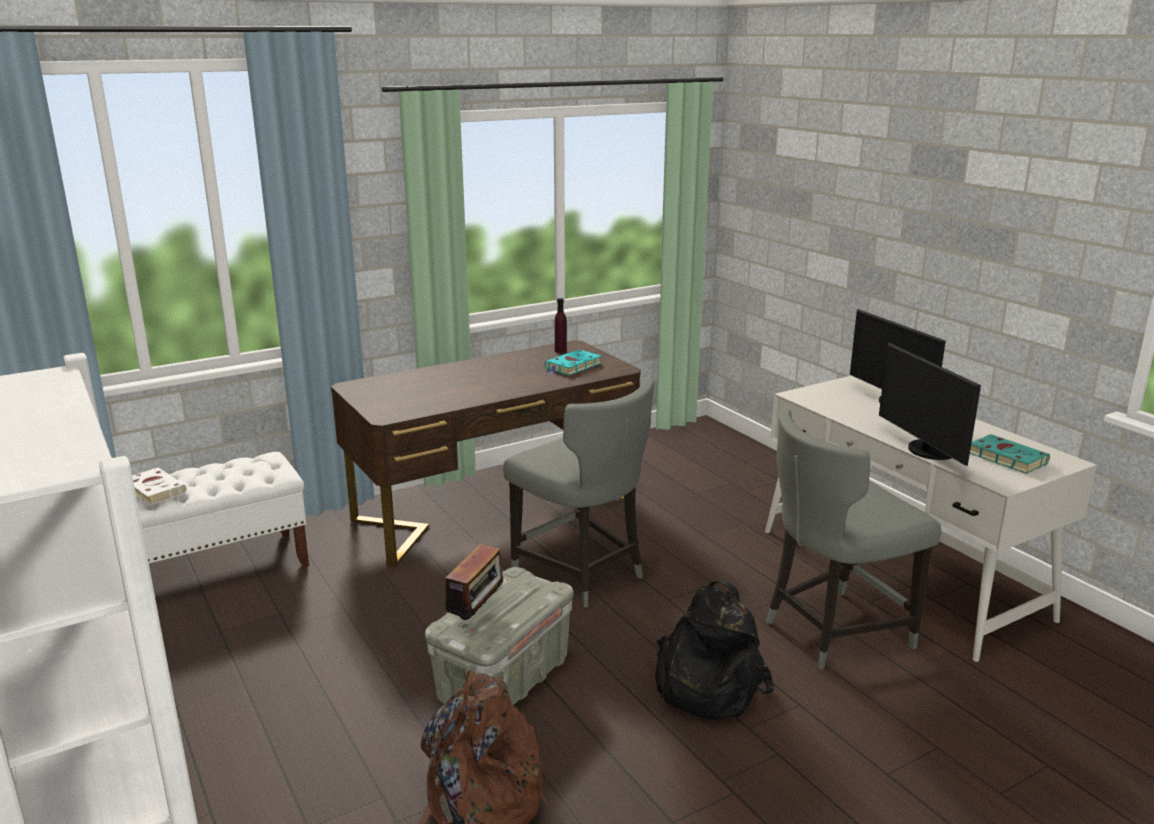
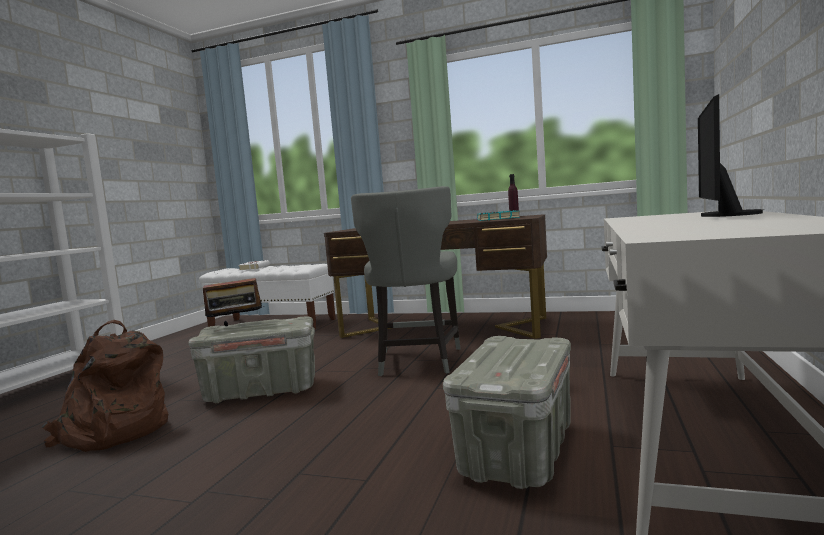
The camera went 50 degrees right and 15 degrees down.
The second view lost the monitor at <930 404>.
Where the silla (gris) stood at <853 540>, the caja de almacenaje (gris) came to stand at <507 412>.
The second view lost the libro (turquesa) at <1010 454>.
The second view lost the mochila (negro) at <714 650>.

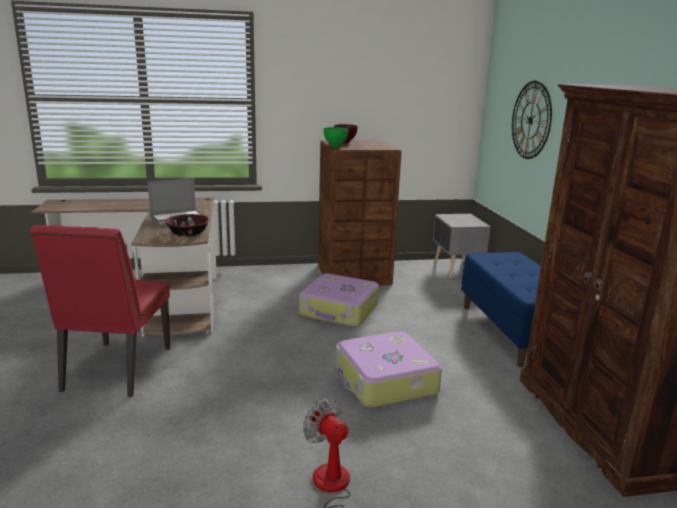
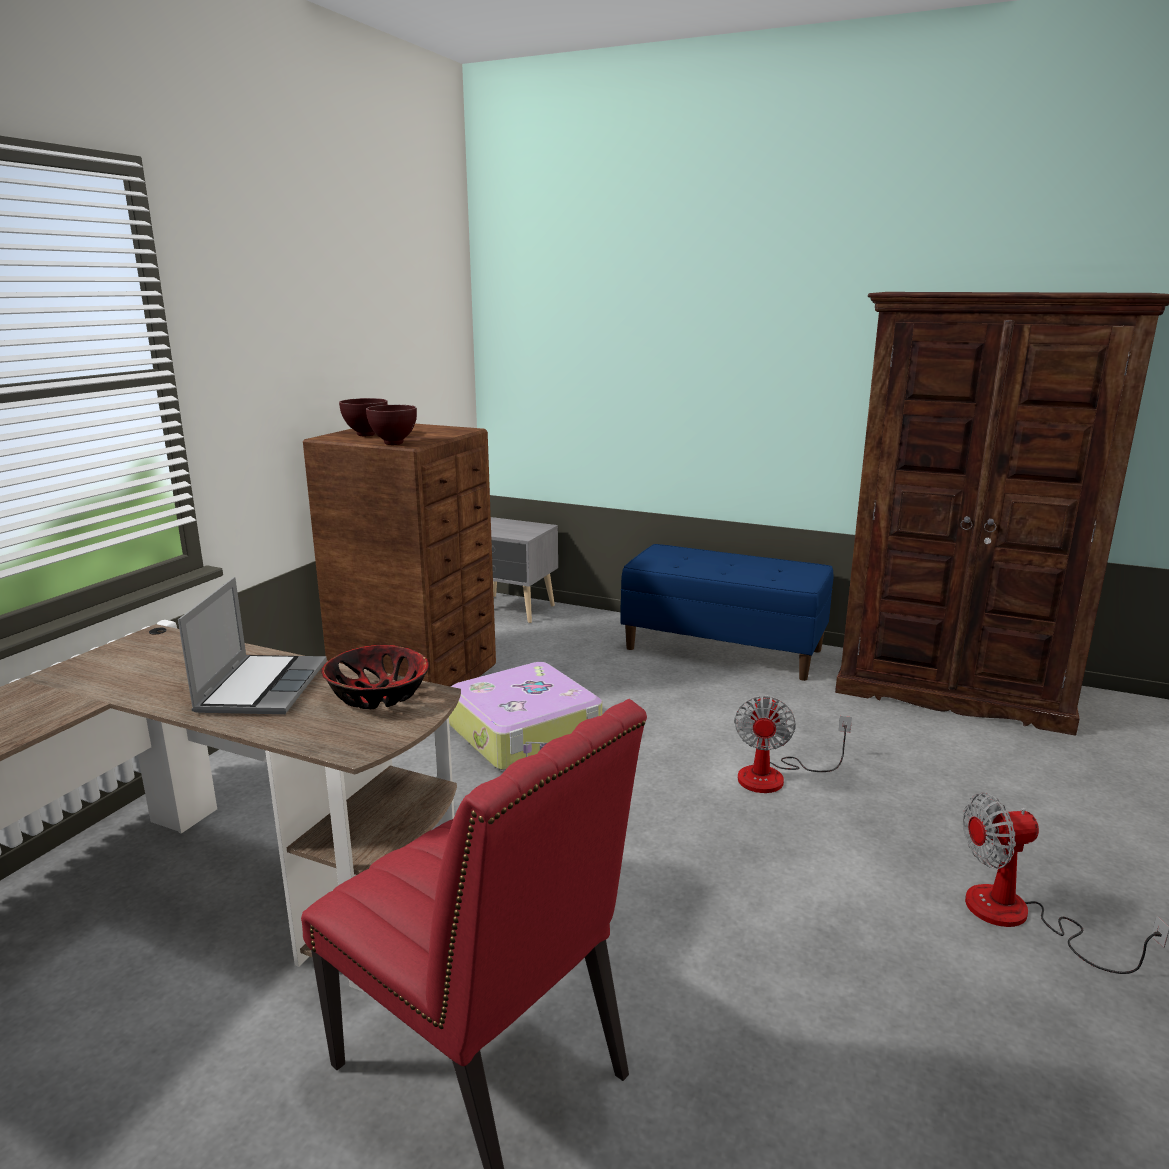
The camera went 55 degrees left and 0 degrees up.
The second view lost the reloj de pared at <532 120>.
What was the cuenco (verde) at <336 137> turned into the cuenco (marrón) at <391 425>.
Where the maleta stood at <389 370>, the ventilador came to stand at <793 744>.

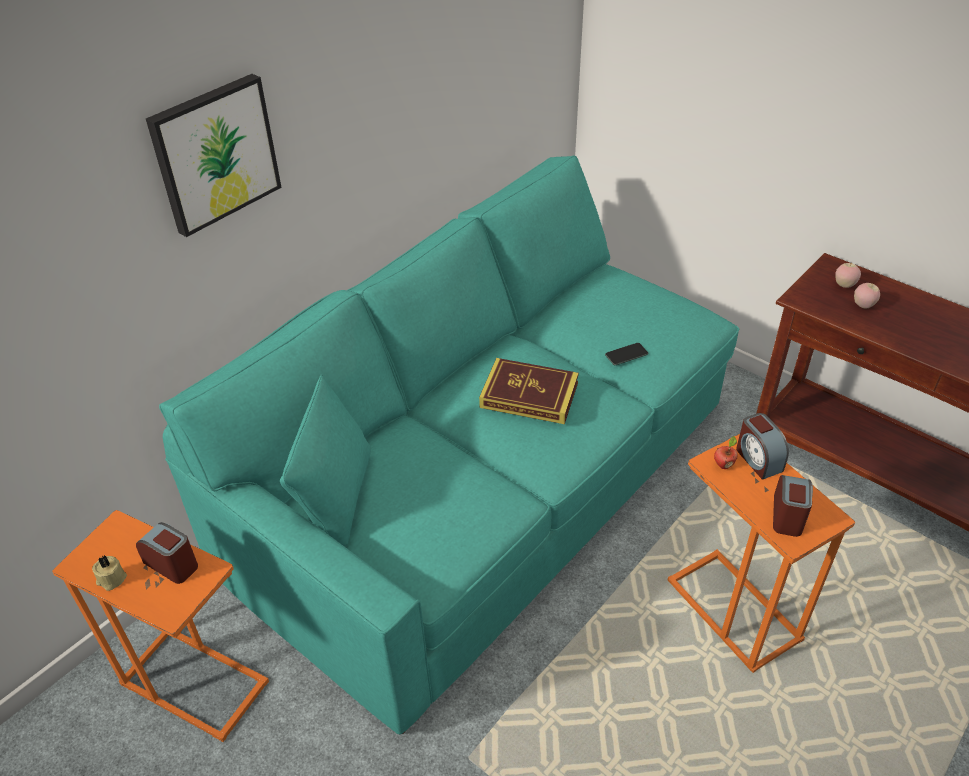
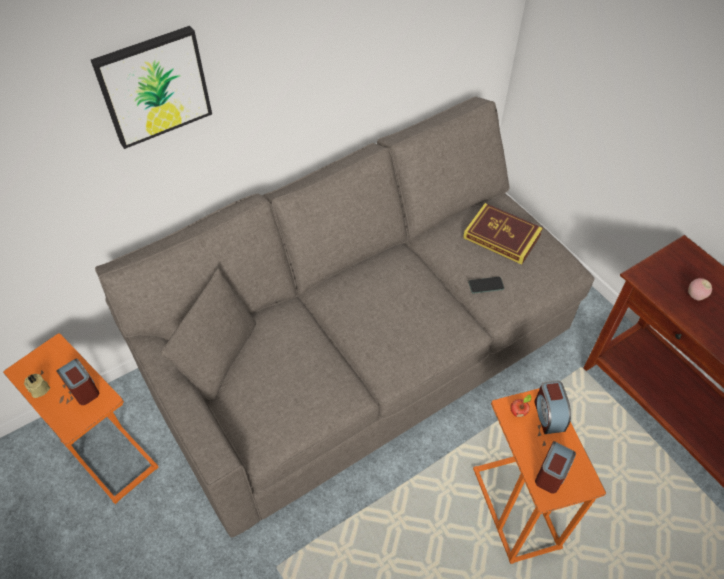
The camera went 15 degrees right and 10 degrees up.
What was the sofá (turquesa) at <449 444> turned into the sofá (gris) at <345 317>.
The second view lost the manzana at <848 275>.
The libro ended up elsewhere, having gone from <529 391> to <503 234>.

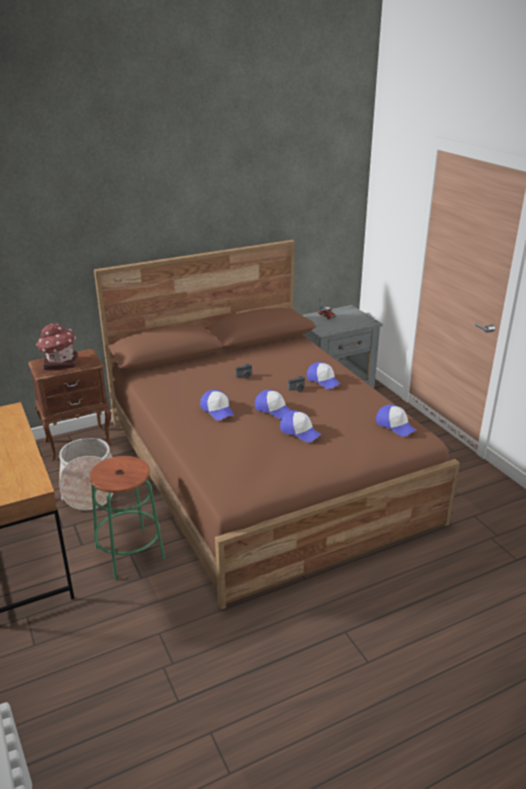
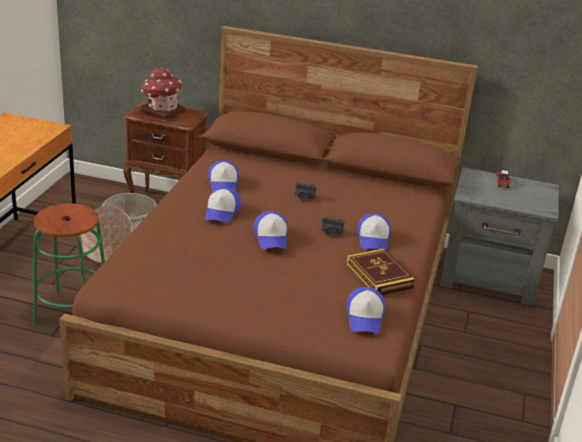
The camera went 40 degrees right and 0 degrees up.
The gorra ended up elsewhere, having gone from <301 426> to <223 176>.
The second view gained the libro at <381 272>.

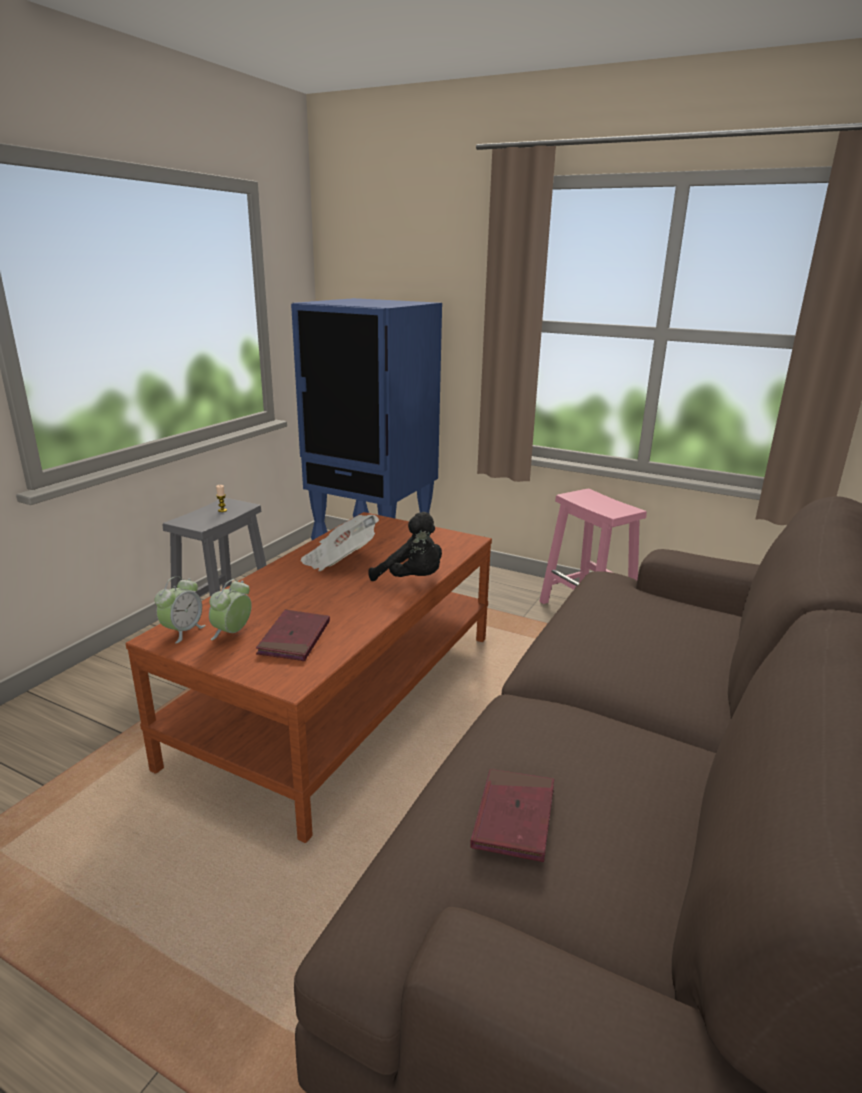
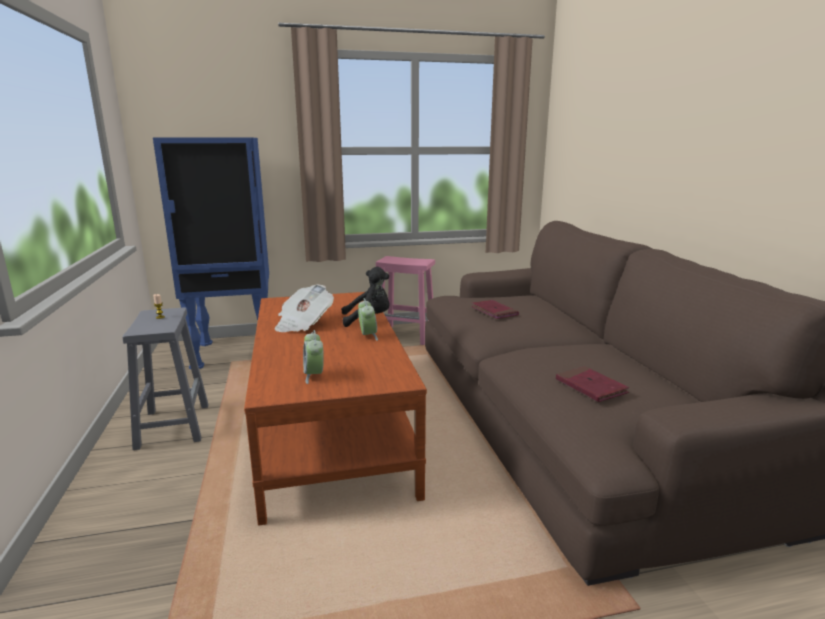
The camera went 40 degrees left and 5 degrees down.
The despertador ended up elsewhere, having gone from <180 609> to <368 319>.
The libro (rojo) ended up elsewhere, having gone from <293 635> to <495 309>.

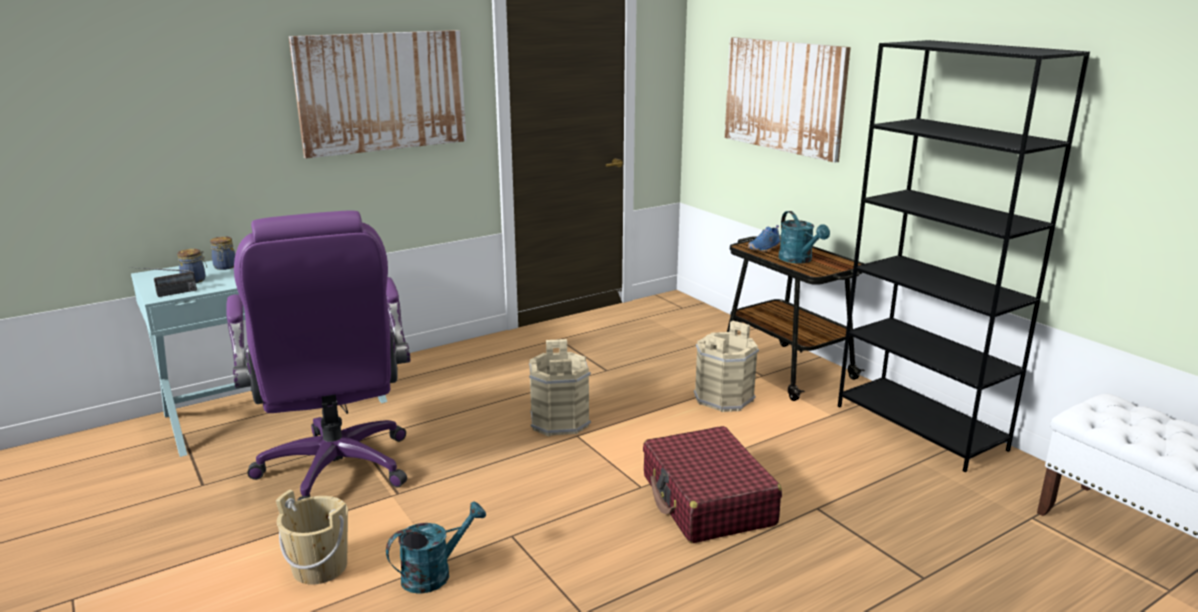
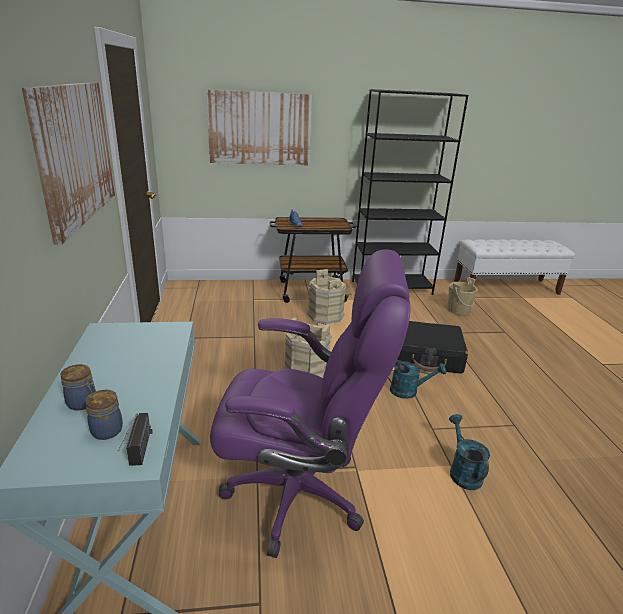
The camera went 65 degrees left and 5 degrees up.
The regadera (turquesa) ended up elsewhere, having gone from <804 237> to <417 379>.
What was the maleta (rojo) at <712 484> turned into the maleta (negro) at <431 347>.
The cubo (beis) ended up elsewhere, having gone from <312 537> to <463 296>.

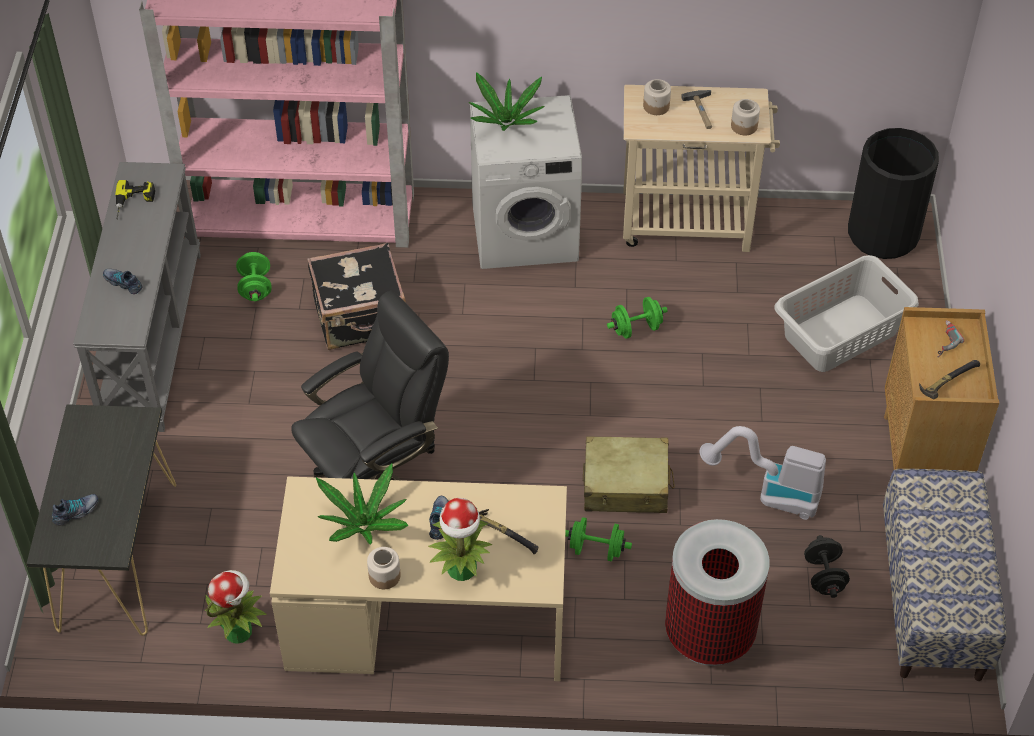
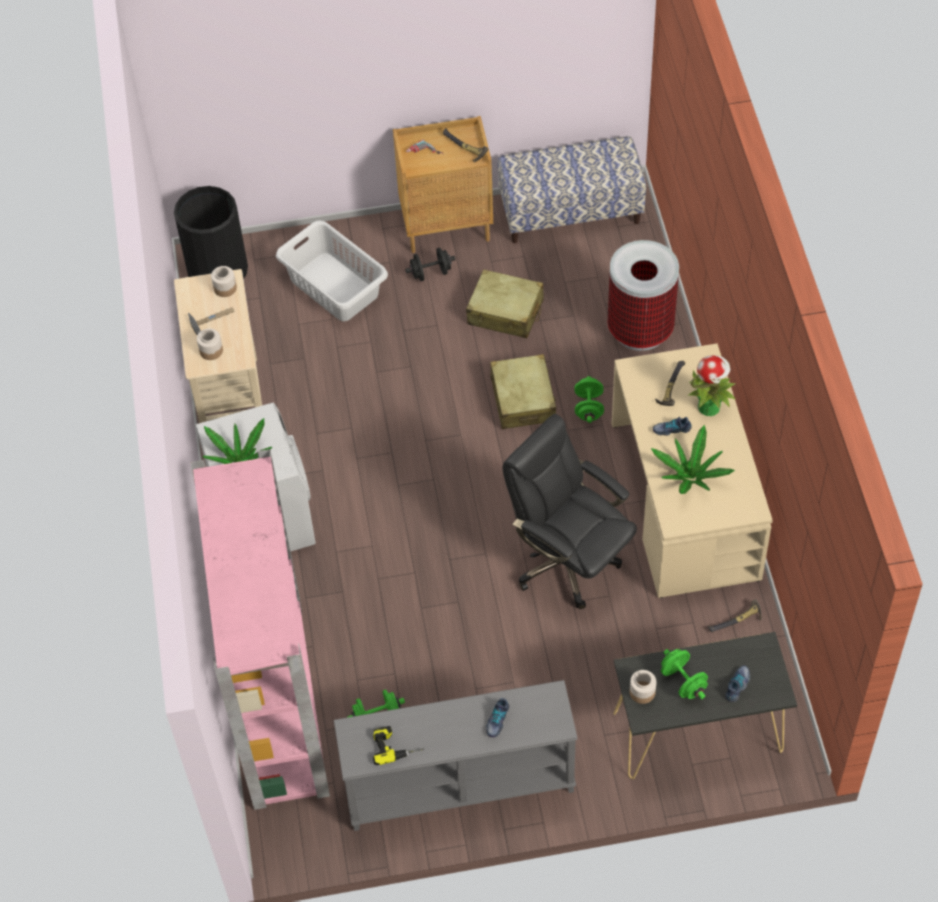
The camera went 100 degrees left and 5 degrees up.
The second view lost the maleta (negro) at <356 296>.
The mancuerna (verde) ended up elsewhere, having gone from <637 318> to <684 674>.
Where the aspiradora stood at <763 473>, the maleta (beis) came to stand at <505 303>.
The zapato at <75 509> ended up facing another way, 75 degrees clockwise from before.
The mancuerna (negro) ended up elsewhere, having gone from <827 566> to <430 264>.
The tarro ended up elsewhere, having gone from <384 568> to <643 687>.
Where the planta en maceta stood at <235 607>, the martillo came to stand at <734 615>.

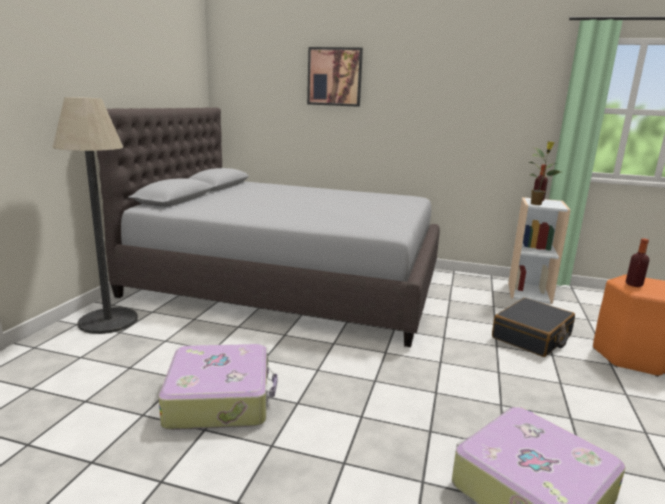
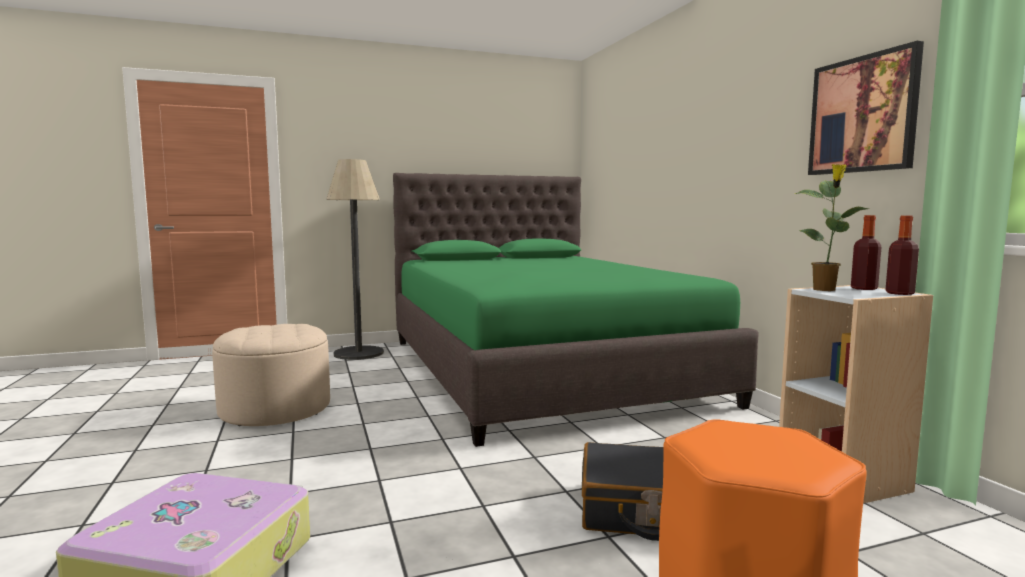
The camera went 55 degrees right and 10 degrees down.
The cuadro ended up elsewhere, having gone from <335 77> to <866 108>.
What was the cama (gris) at <268 227> turned into the cama (verde) at <576 310>.
The botella ended up elsewhere, having gone from <637 262> to <902 255>.
Where the maleta stood at <218 387>, the puf (beis) came to stand at <271 375>.

